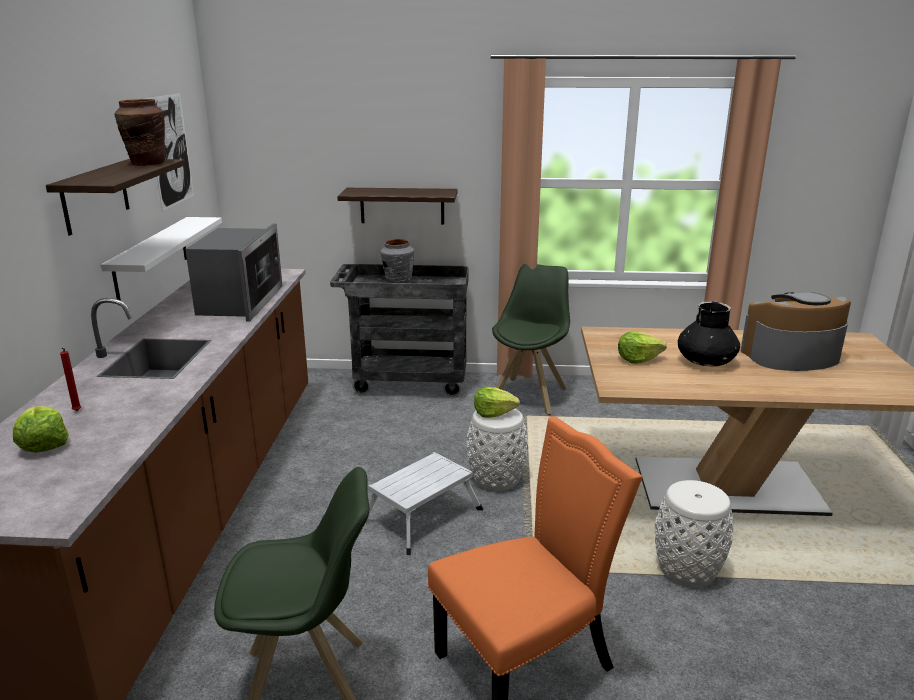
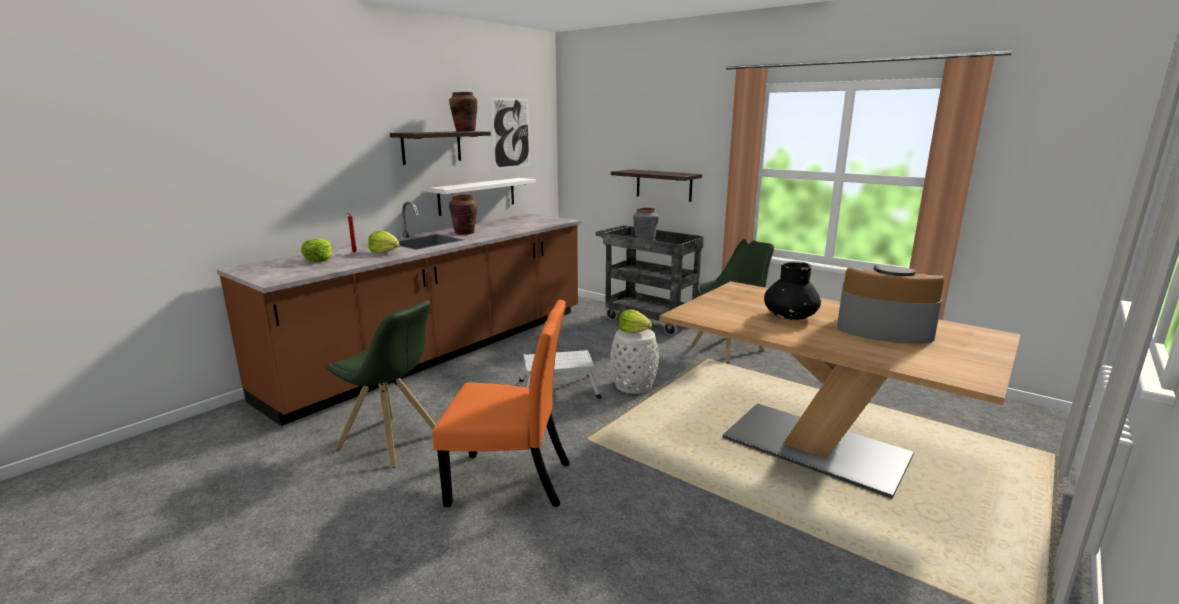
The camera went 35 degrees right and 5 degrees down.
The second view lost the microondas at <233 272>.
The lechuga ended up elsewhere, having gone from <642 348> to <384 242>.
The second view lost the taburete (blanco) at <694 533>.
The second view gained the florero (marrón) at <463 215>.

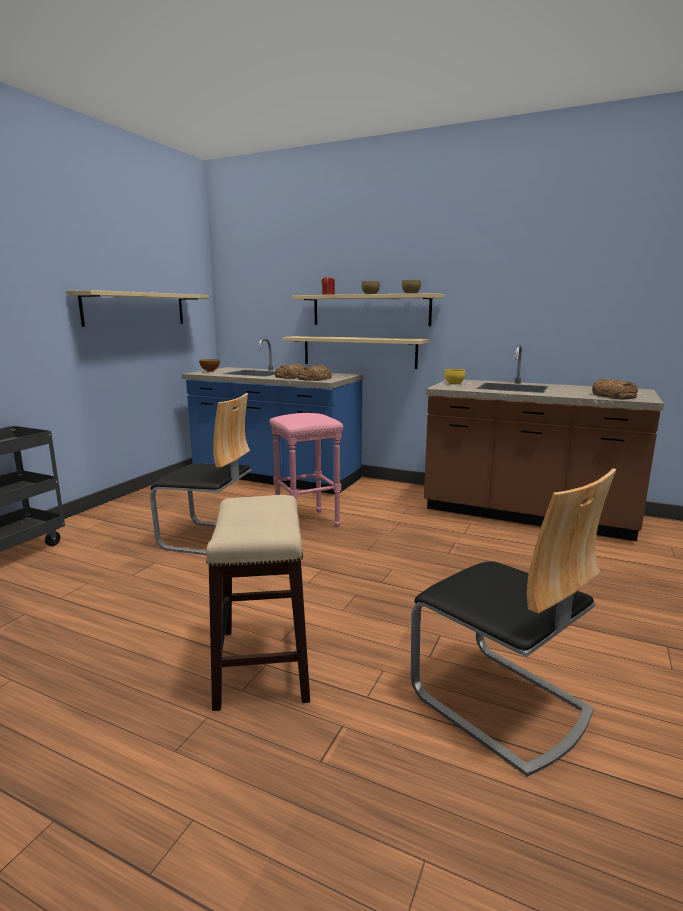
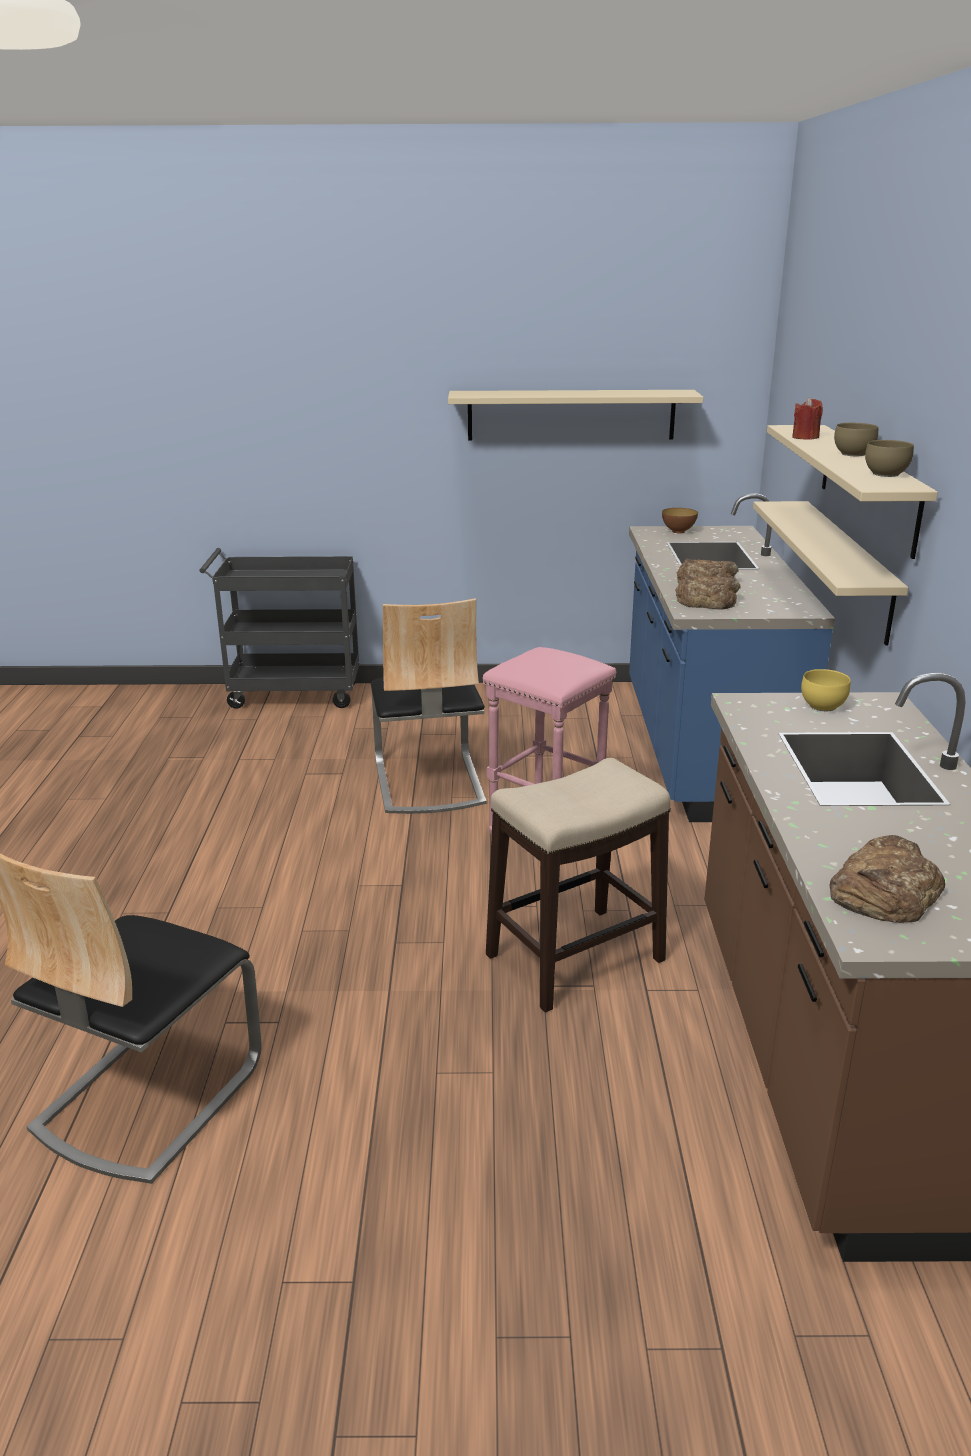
The camera went 65 degrees right and 10 degrees up.
The taburete ended up elsewhere, having gone from <258 603> to <578 885>.

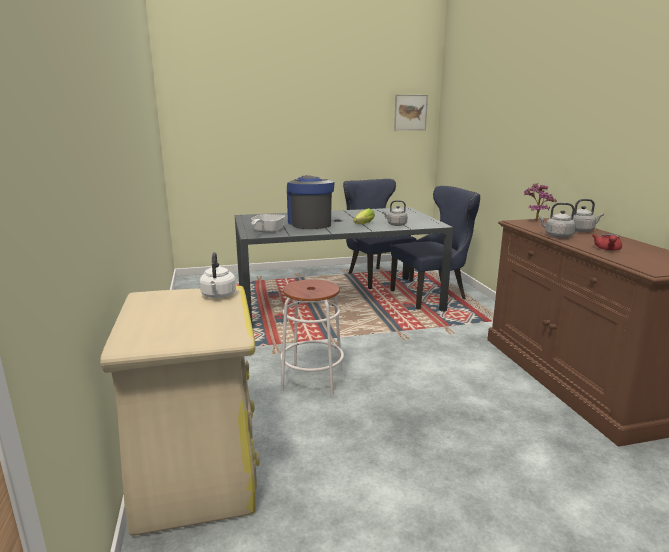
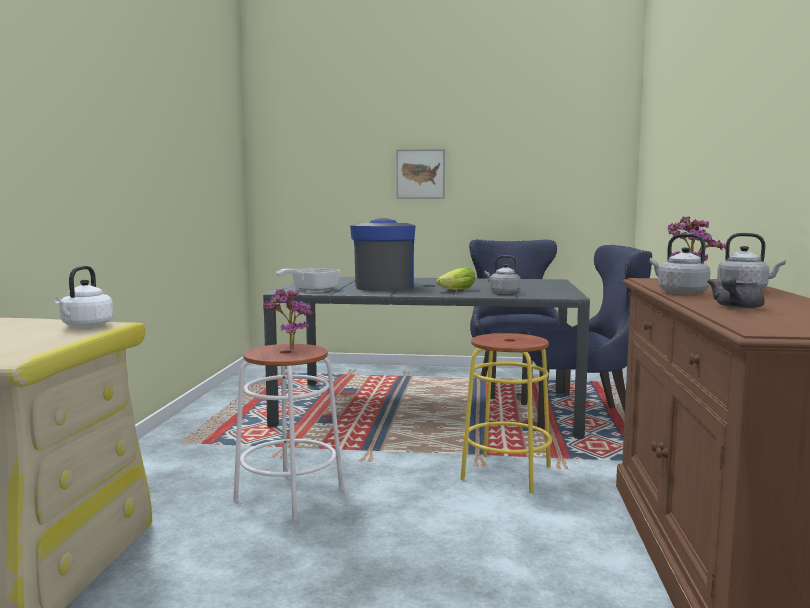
The camera went 20 degrees right and 10 degrees down.
The cuadro ended up elsewhere, having gone from <411 112> to <420 174>.
What was the tetera (rojo) at <607 242> turned into the tetera (gris) at <736 292>.
The second view gained the planta en maceta at <288 318>.
The second view gained the taburete (amarillo) at <506 413>.

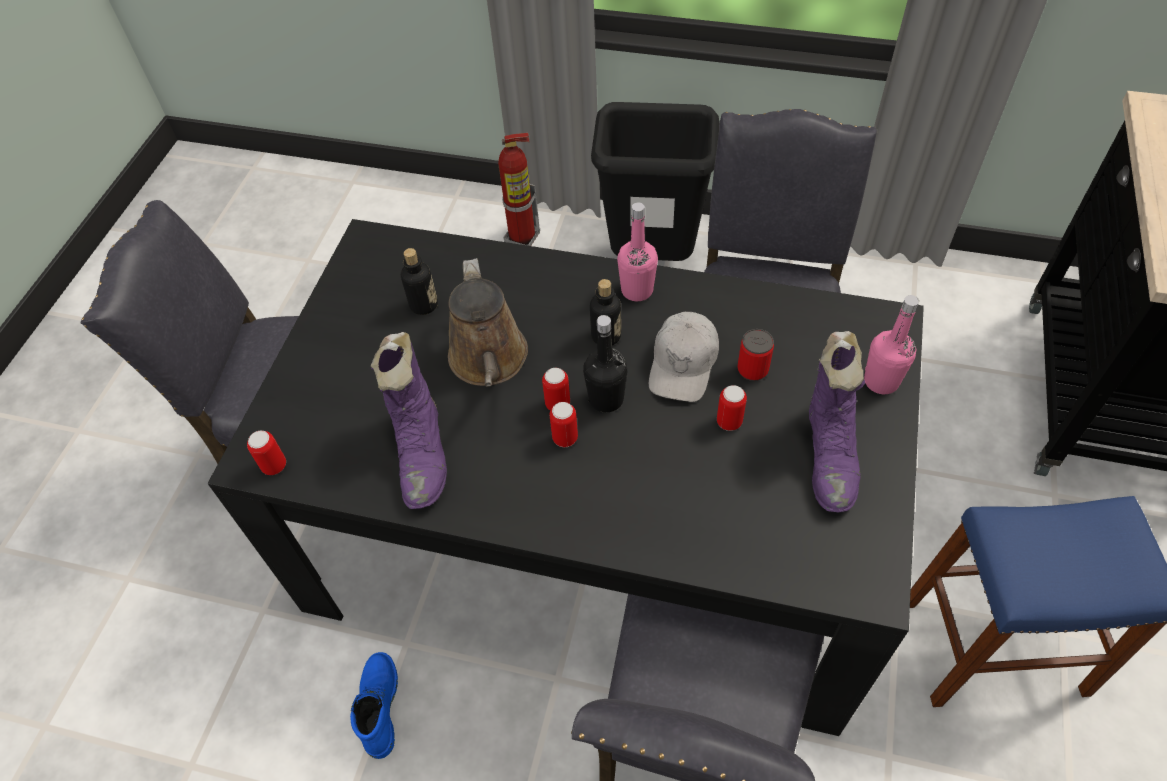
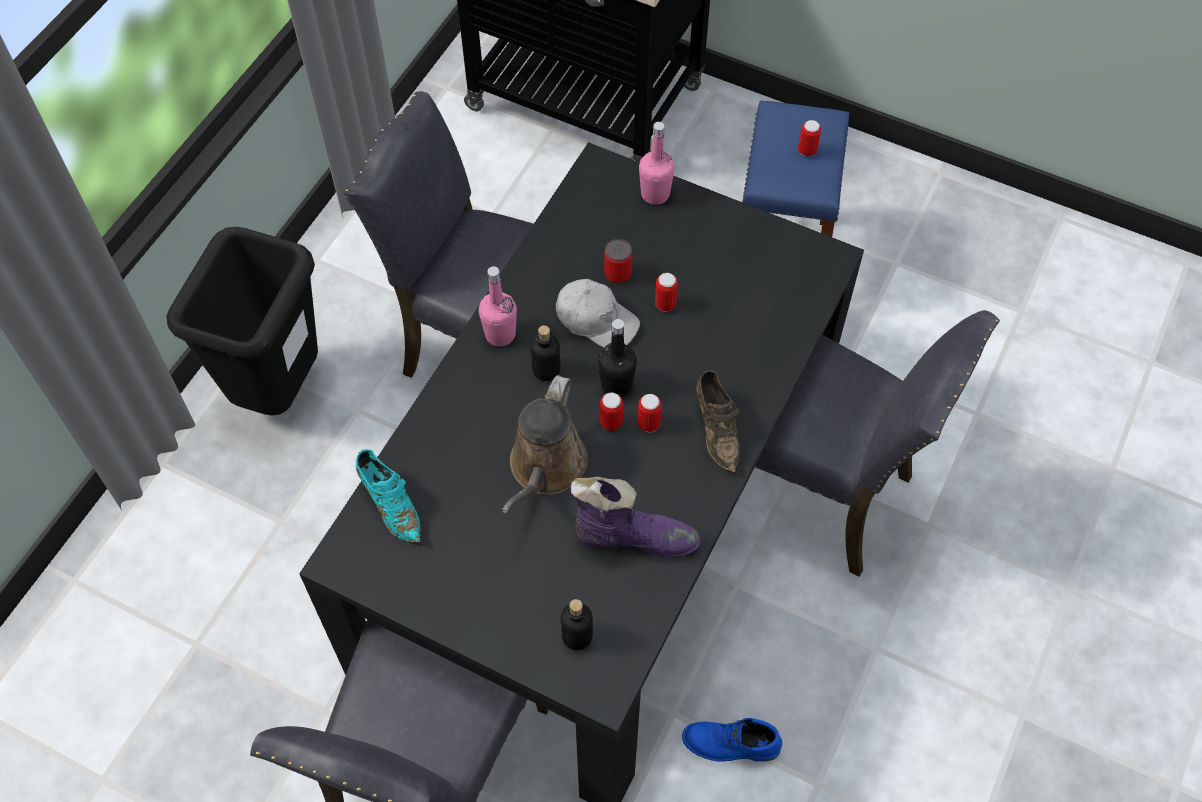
The camera went 80 degrees left and 5 degrees up.
The second view lost the extintor at <519 189>.
The botella ended up elsewhere, having gone from <419 281> to <576 624>.
The regadera (marrón) at <488 322> ended up facing another way, 105 degrees clockwise from before.
The second view lost the bota (morado) at <837 422>.
The lata ended up elsewhere, having gone from <266 452> to <809 138>.
The second view gained the zapato (marrón) at <718 421>.
The second view gained the zapato (turquesa) at <388 496>.

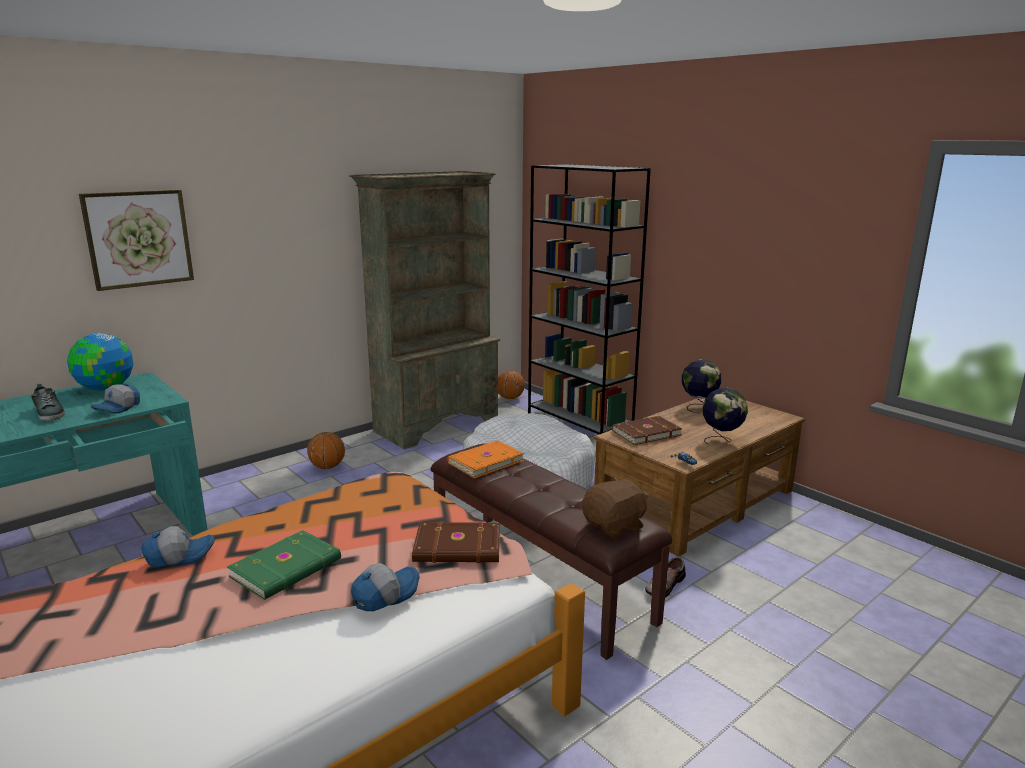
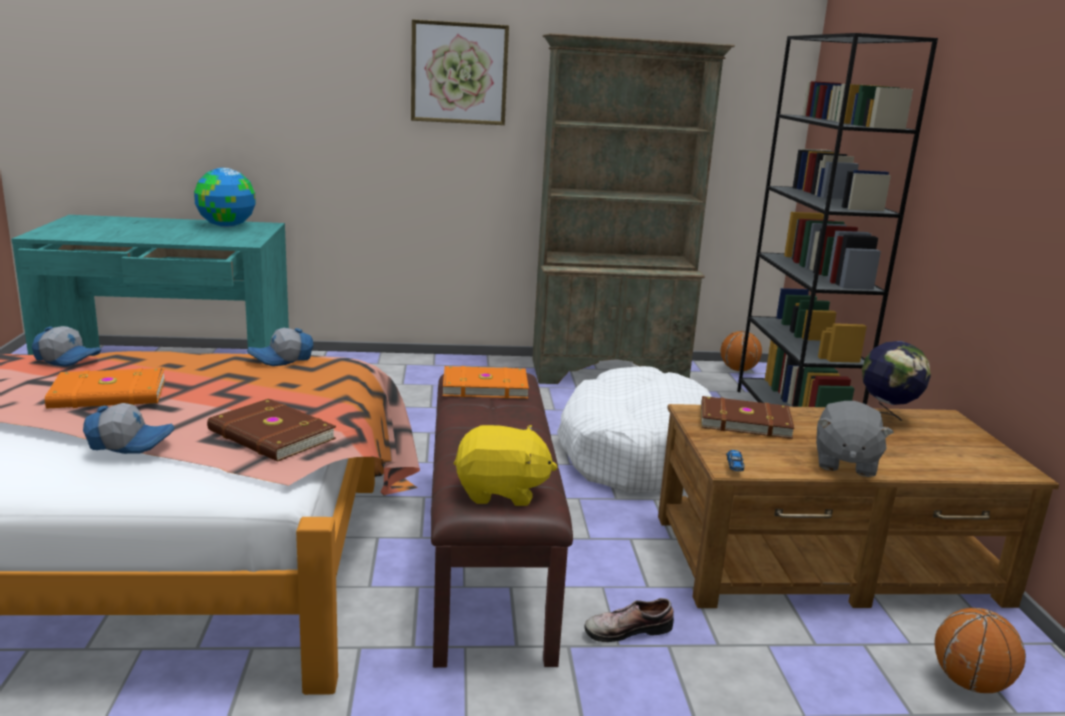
The camera went 35 degrees right and 0 degrees up.
The cuadro ended up elsewhere, having gone from <136 240> to <460 72>.
The gorra ended up elsewhere, having gone from <115 398> to <280 347>.
The second view lost the zapato at <48 402>.
Where the globo terráqueo stood at <725 416>, the peluche (gris) came to stand at <855 439>.
The balón de baloncesto ended up elsewhere, having gone from <326 450> to <980 650>.
What was the peluche (marrón) at <615 507> turned into the peluche (amarillo) at <505 465>.
What was the libro (verde) at <284 565> turned into the libro (naranja) at <105 388>.

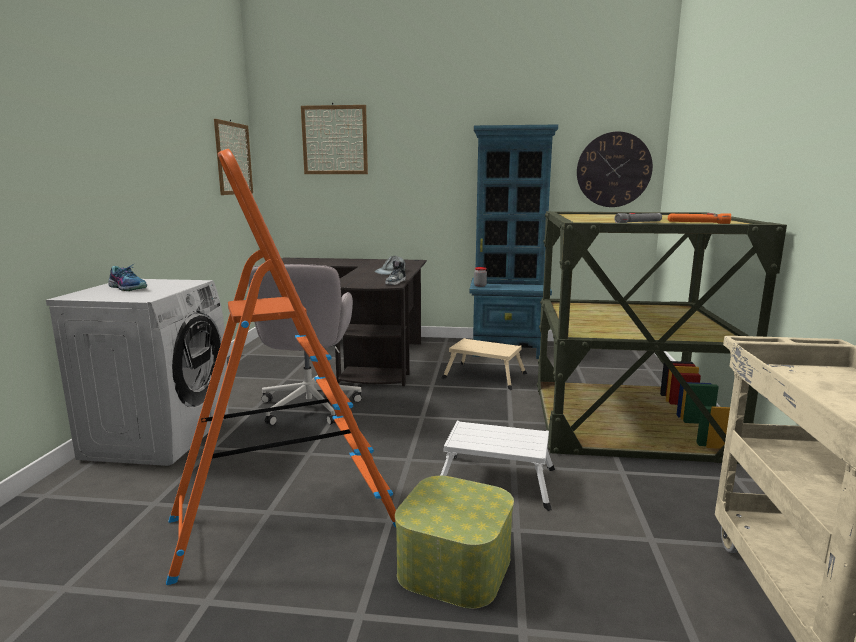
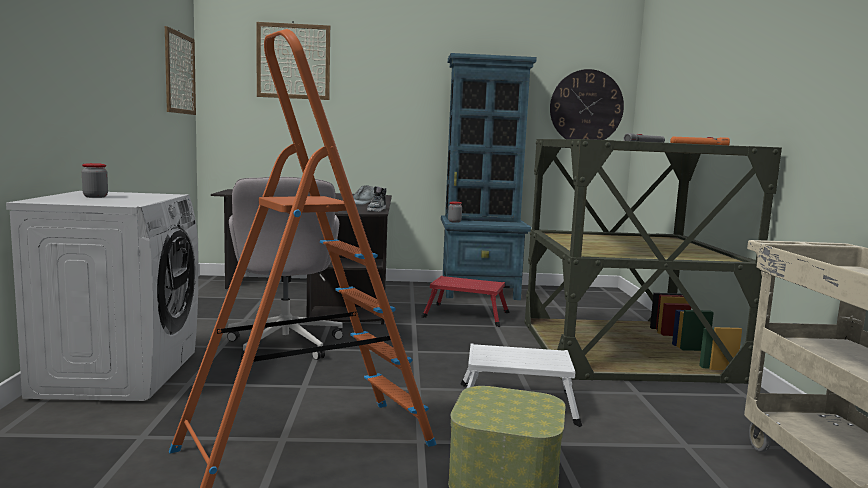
The camera went 10 degrees left and 5 degrees down.
Where the zapato stood at <127 277>, the tarro came to stand at <95 180>.
What was the escalera de tijera (beis) at <484 364> turned into the escalera de tijera (rojo) at <465 301>.

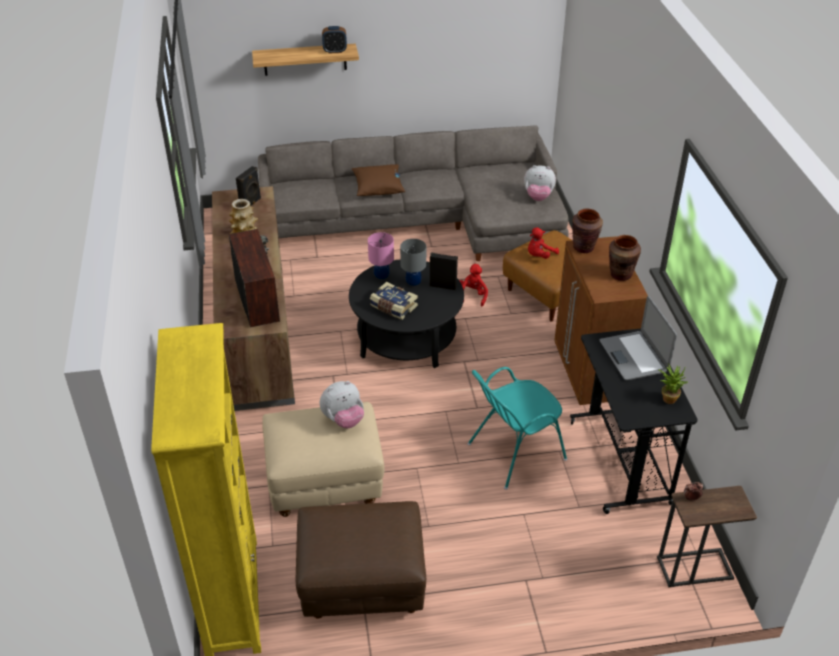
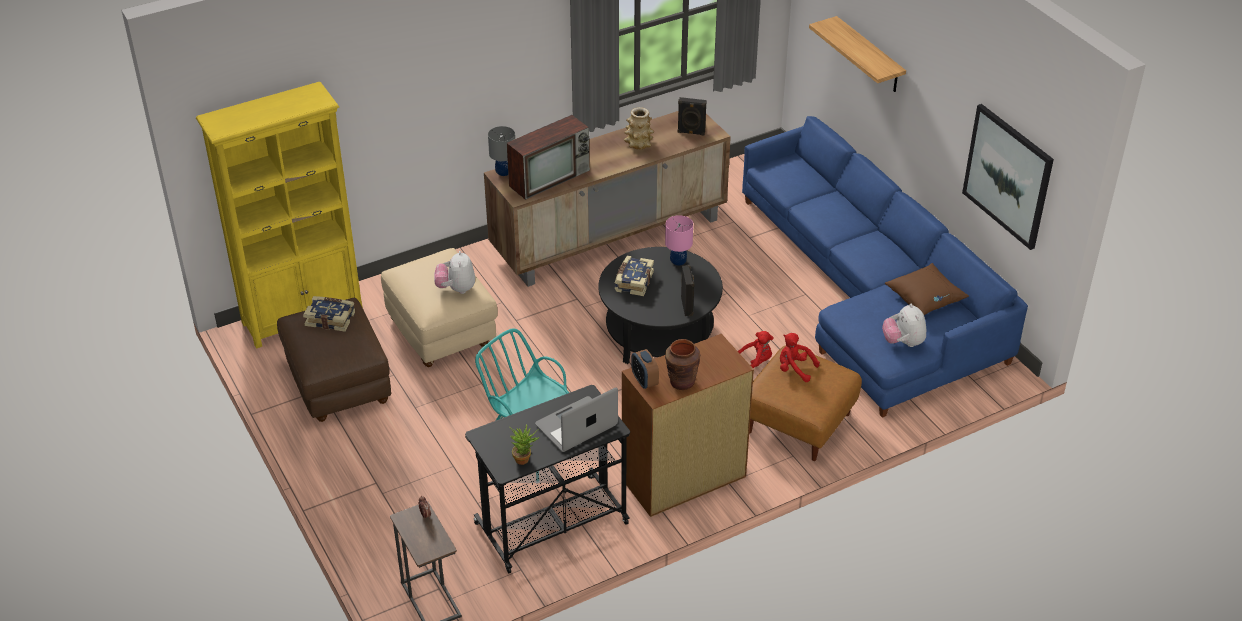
The camera went 70 degrees right and 0 degrees up.
The despertador ended up elsewhere, having gone from <334 39> to <645 369>.
What was the sofá (gris) at <413 193> turned into the sofá (azul) at <885 267>.
The cojín (marrón) ended up elsewhere, having gone from <378 180> to <927 289>.
The second view lost the florero (marrón) at <587 231>.
The lámpara de mesa (gris) ended up elsewhere, having gone from <413 262> to <501 151>.
The peluche at <342 404> ended up facing another way, 45 degrees clockwise from before.
The second view gained the cuadro at <1008 177>.
The second view gained the libro at <329 314>.

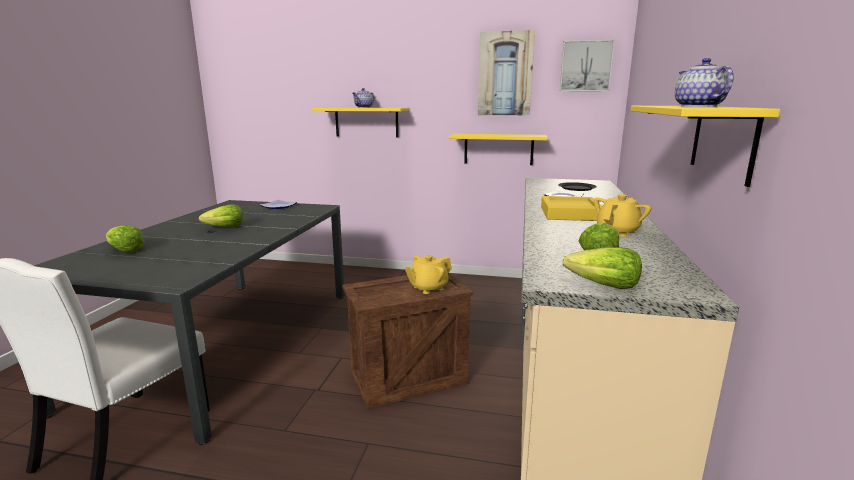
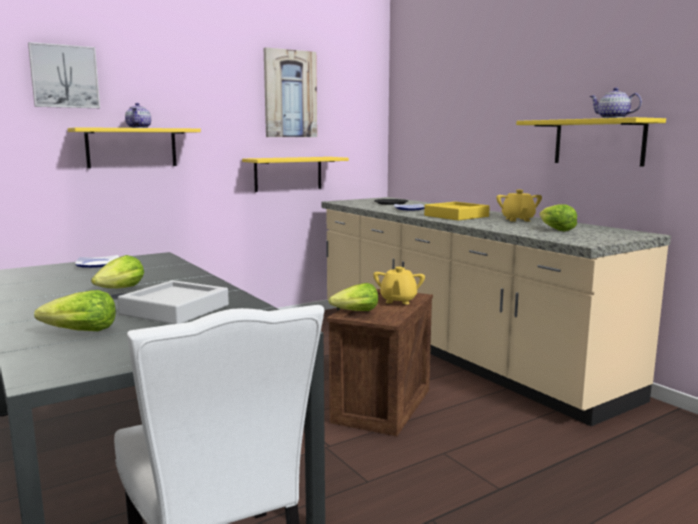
The camera went 45 degrees left and 5 degrees down.
The cuadro ended up elsewhere, having gone from <587 65> to <64 75>.
The lechuga ended up elsewhere, having gone from <602 268> to <353 297>.
The second view gained the bandeja (gris) at <173 302>.

